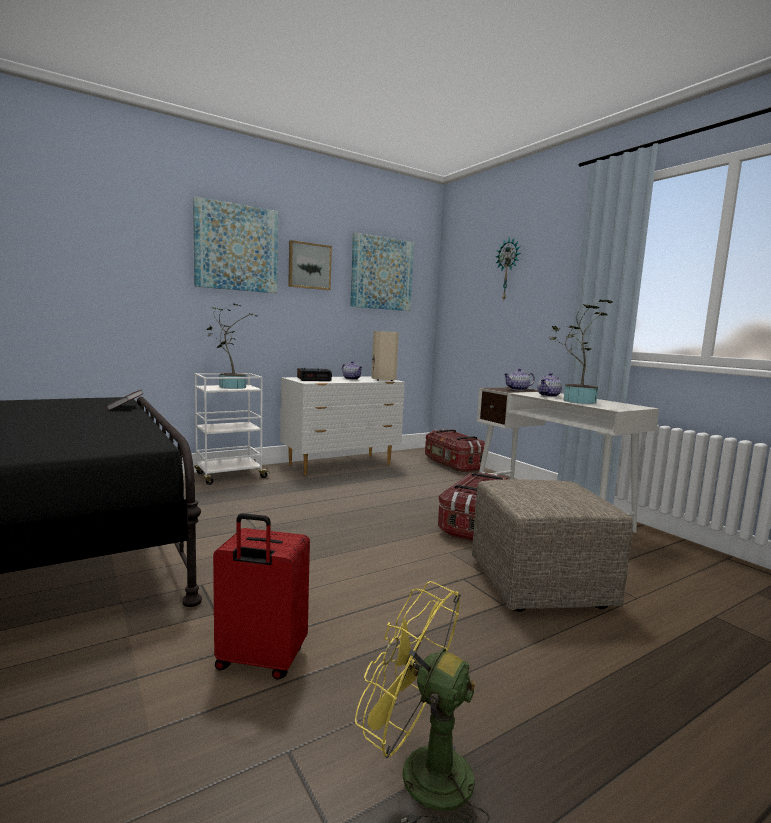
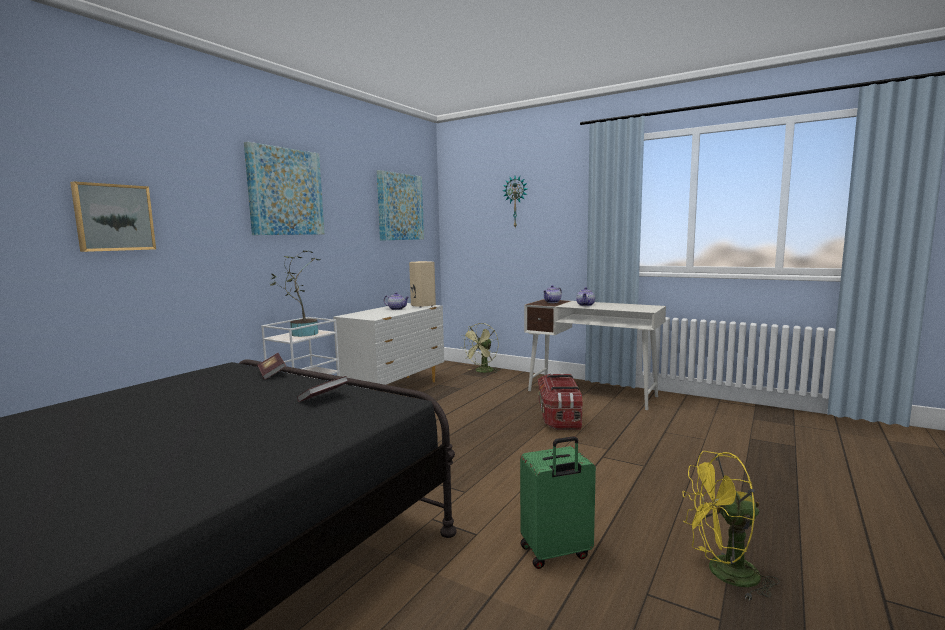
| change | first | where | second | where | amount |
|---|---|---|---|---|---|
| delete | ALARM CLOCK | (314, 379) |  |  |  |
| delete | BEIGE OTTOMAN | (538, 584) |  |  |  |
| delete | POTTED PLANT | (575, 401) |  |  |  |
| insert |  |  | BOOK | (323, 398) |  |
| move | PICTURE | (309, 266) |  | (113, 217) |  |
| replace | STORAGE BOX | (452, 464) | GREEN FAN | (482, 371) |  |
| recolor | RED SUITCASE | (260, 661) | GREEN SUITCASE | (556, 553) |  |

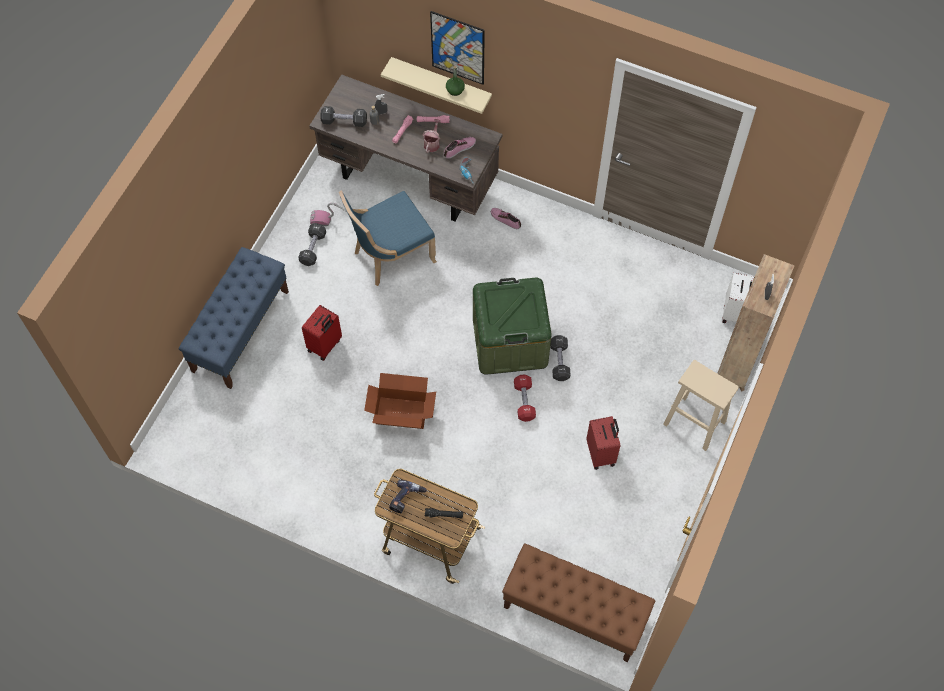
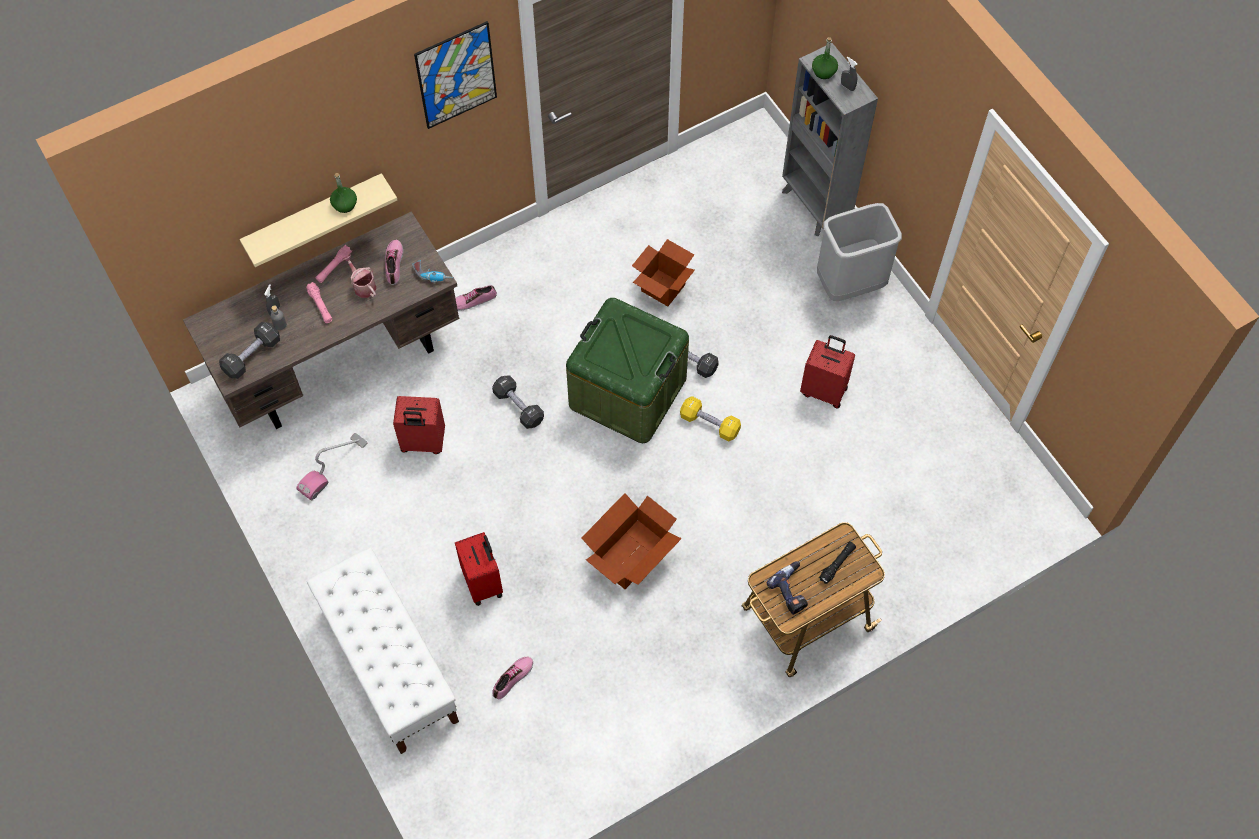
| change | first | where | second | where | amount |
|---|---|---|---|---|---|
| delete | BROWN BENCH | (574, 612) |  |  |  |
| delete | WHITE SUITCASE | (734, 312) |  |  |  |
| insert |  |  | SHOE | (513, 679) |  |
| insert |  |  | CARDBOARD BOX | (663, 288) |  |
| insert |  |  | GREEN BOTTLE | (823, 71) |  |
| move | BLACK DUMBBELL | (313, 248) |  | (518, 407) |  |
| move | PICTURE | (458, 48) |  | (456, 75) |  |
| replace | BLUE CHAIR | (390, 256) | RED SUITCASE | (423, 443) |  |
| replace | BEIGE STOOL | (693, 422) | GREY TRASH CAN | (850, 285) |  |
| recolor | BLUE BENCH | (240, 330) | WHITE BENCH | (389, 664) |  |
| recolor | RED DUMBBELL | (524, 401) | YELLOW DUMBBELL | (709, 423) |  |
| recolor | BROWN BOOKCASE | (736, 365) | GREY BOOKCASE | (815, 207) |  |

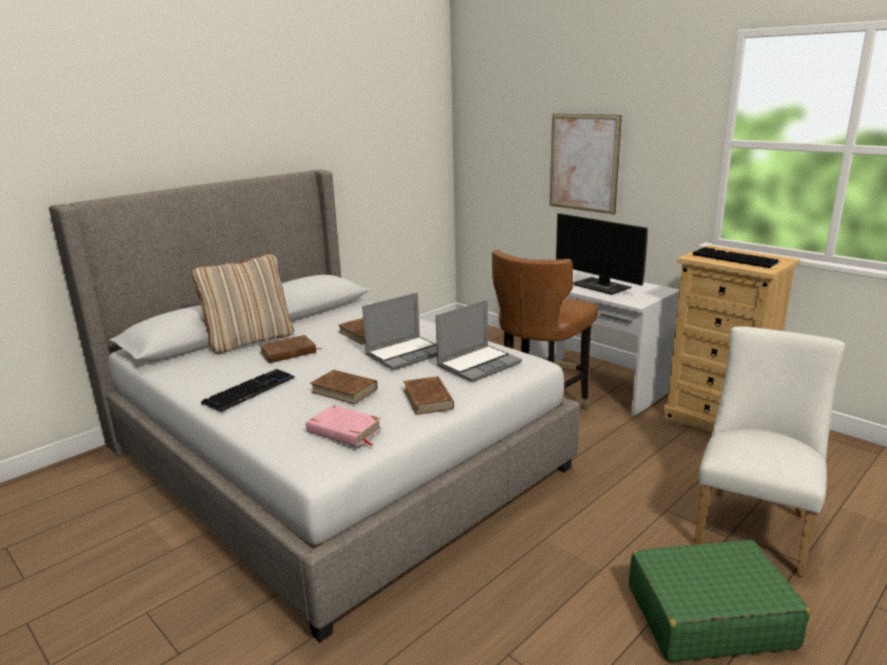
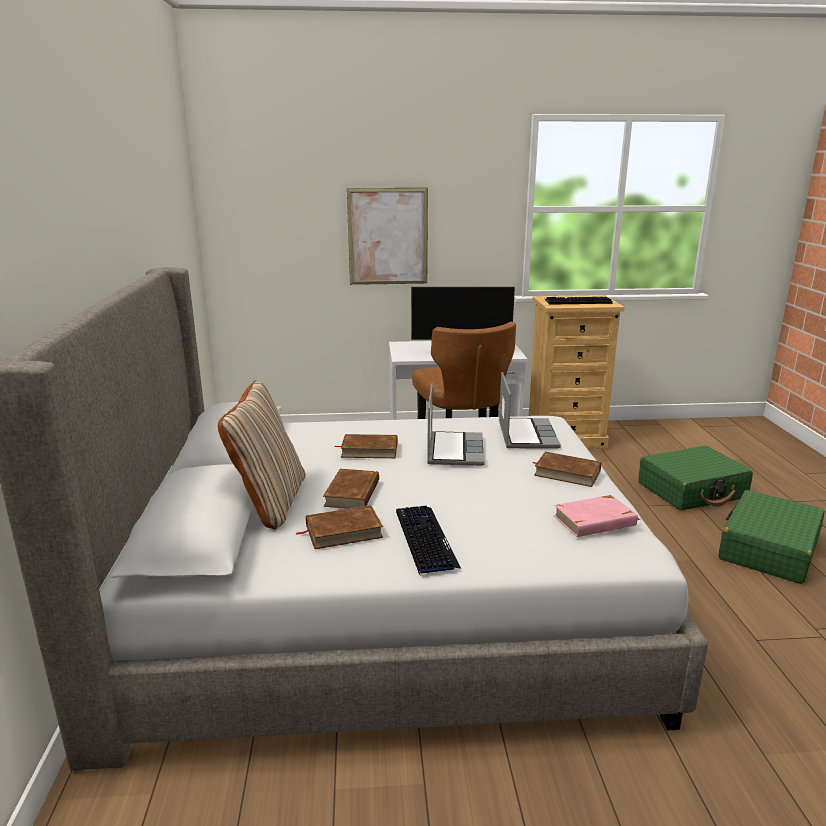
| change | first | where | second | where | amount |
|---|---|---|---|---|---|
| move | BROWN BOOK | (344, 390) |  | (343, 531) |  |
| replace | WHITE CHAIR | (753, 525) | GREEN SUITCASE | (692, 490) |  |

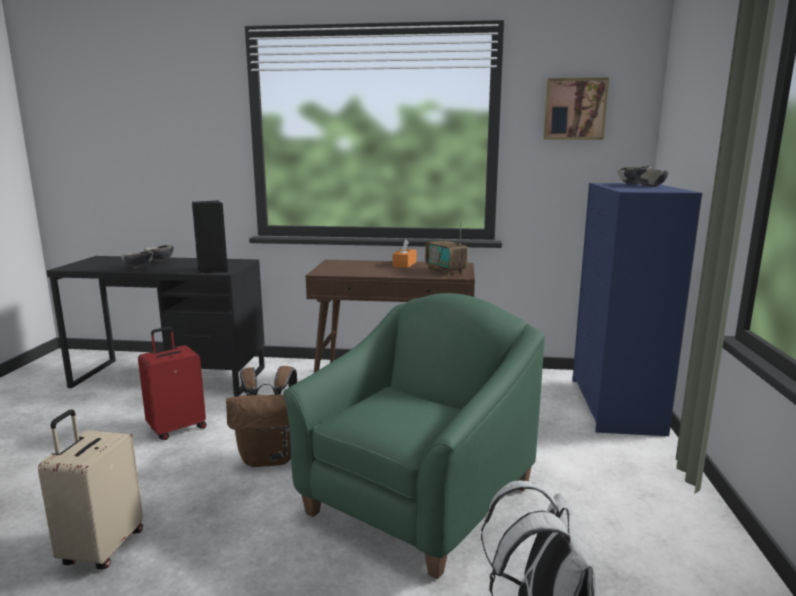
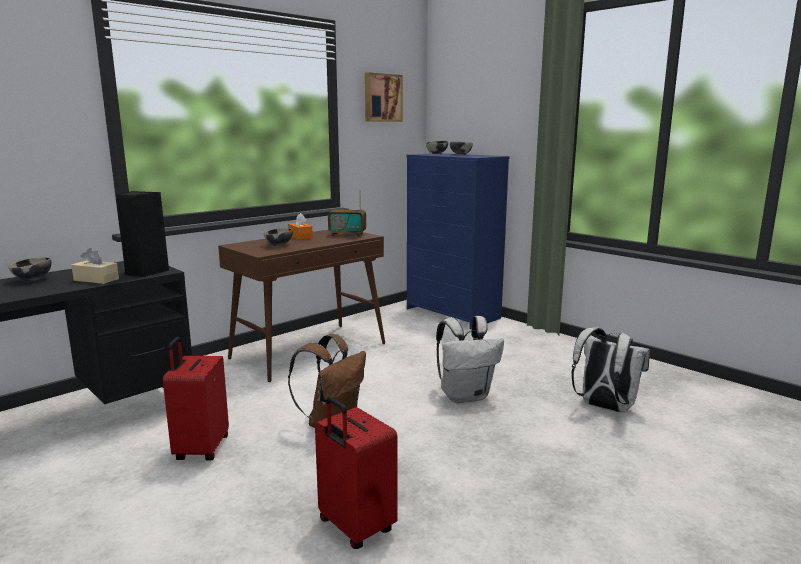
| change | first | where | second | where | amount |
|---|---|---|---|---|---|
| insert |  |  | BEIGE TISSUE BOX | (96, 279) |  |
| move | BOWL | (138, 268) |  | (279, 245) |  |
| replace | GREEN ARMCHAIR | (418, 500) | WHITE BACKPACK | (465, 396) |  |
| recolor | BEIGE SUITCASE | (101, 548) | RED SUITCASE | (354, 527) |  |

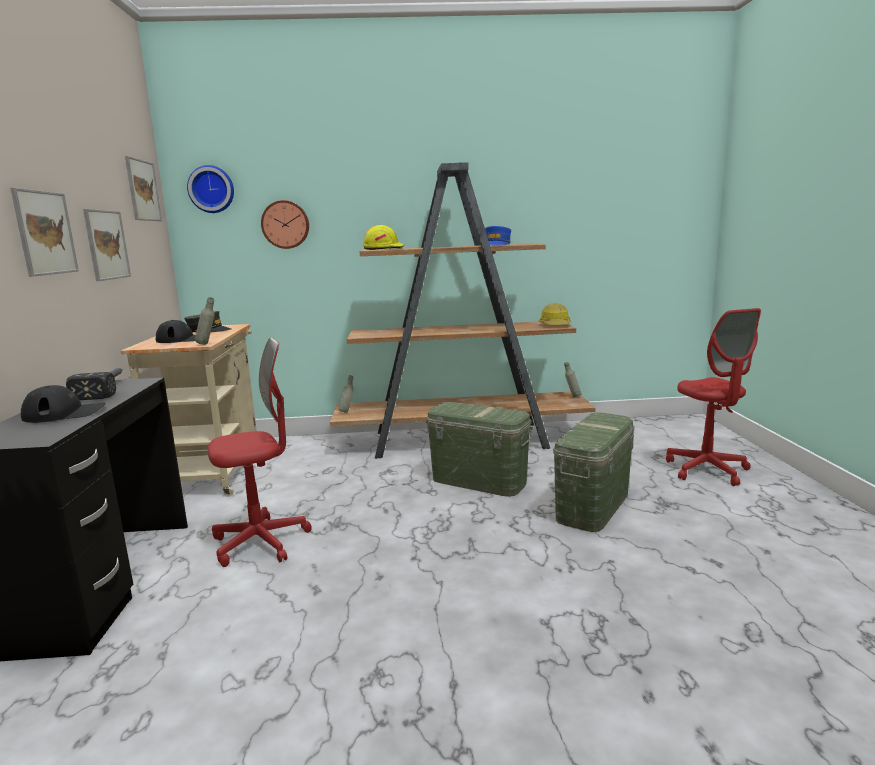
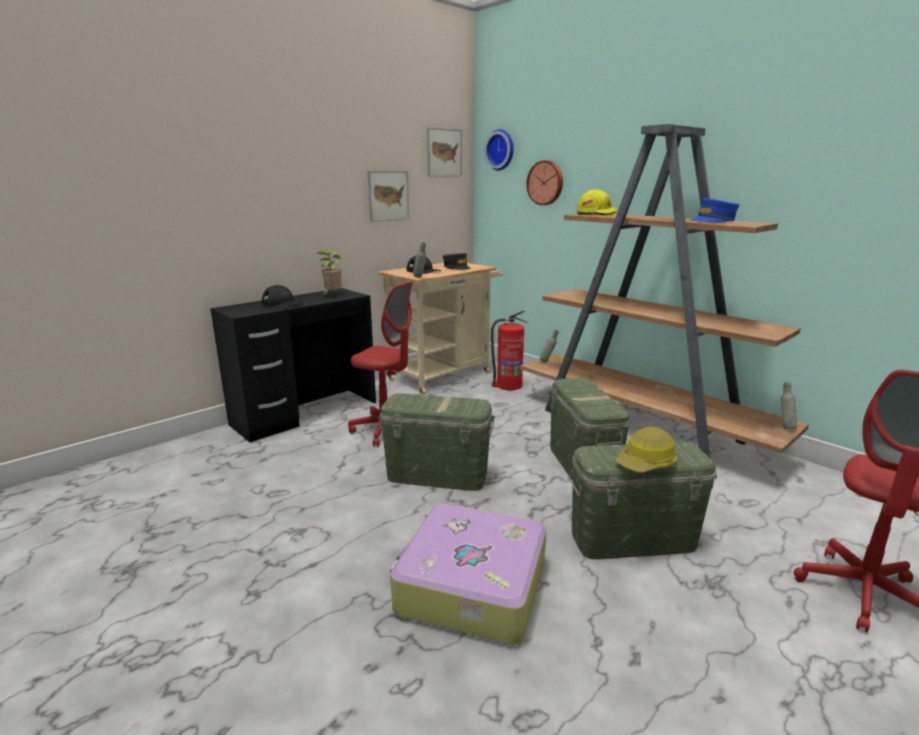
| change | first | where | second | where | amount |
|---|---|---|---|---|---|
| delete | PICTURE | (45, 233) |  |  |  |
| insert |  |  | GREEN STORAGE BOX | (437, 475) |  |
| insert |  |  | SUITCASE | (470, 586) |  |
| insert |  |  | FIRE EXTINGUISHER | (508, 385) |  |
| move | HARD HAT | (555, 325) |  | (646, 463) |  |
| replace | HAMMER | (106, 389) | POTTED PLANT | (332, 295) |  |

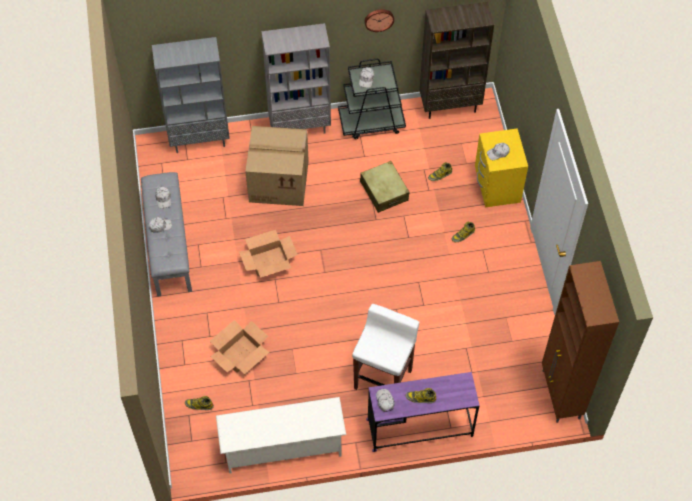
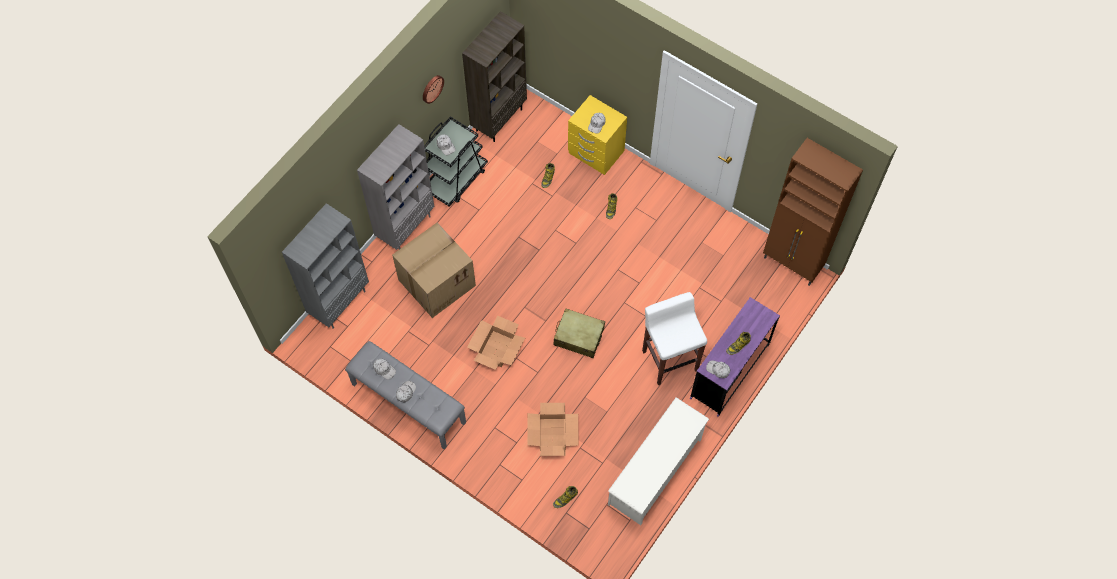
| change | first | where | second | where | amount |
|---|---|---|---|---|---|
| move | BEIGE SUITCASE | (384, 191) |  | (578, 336) |  |

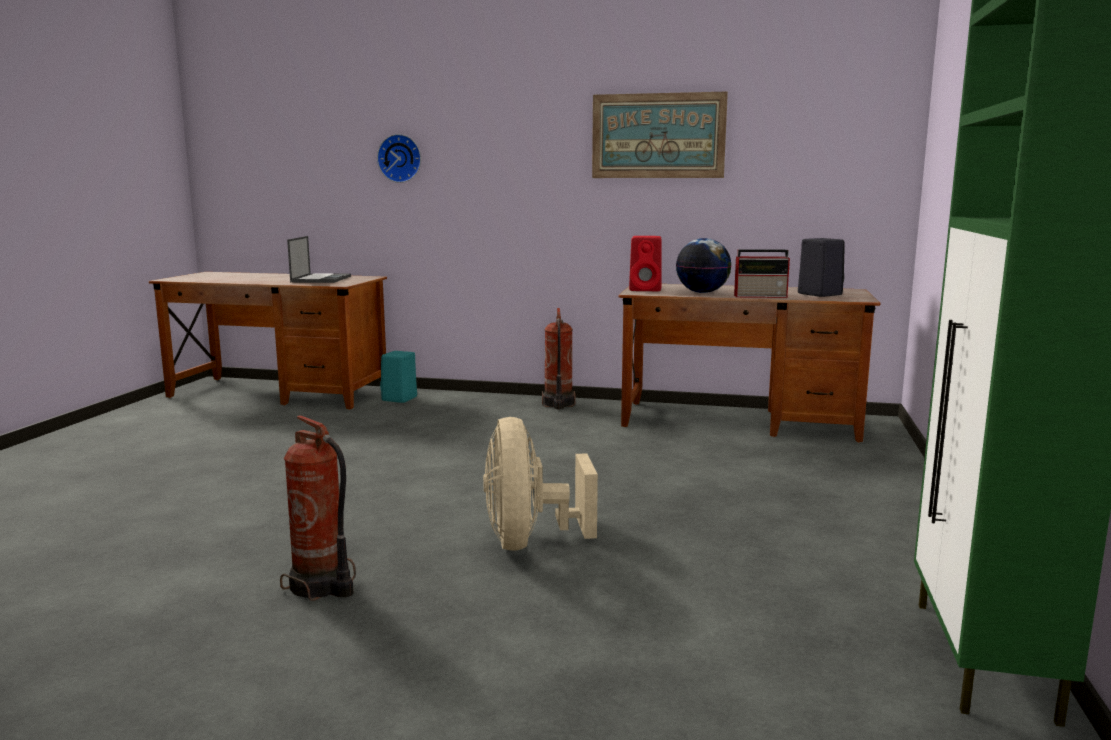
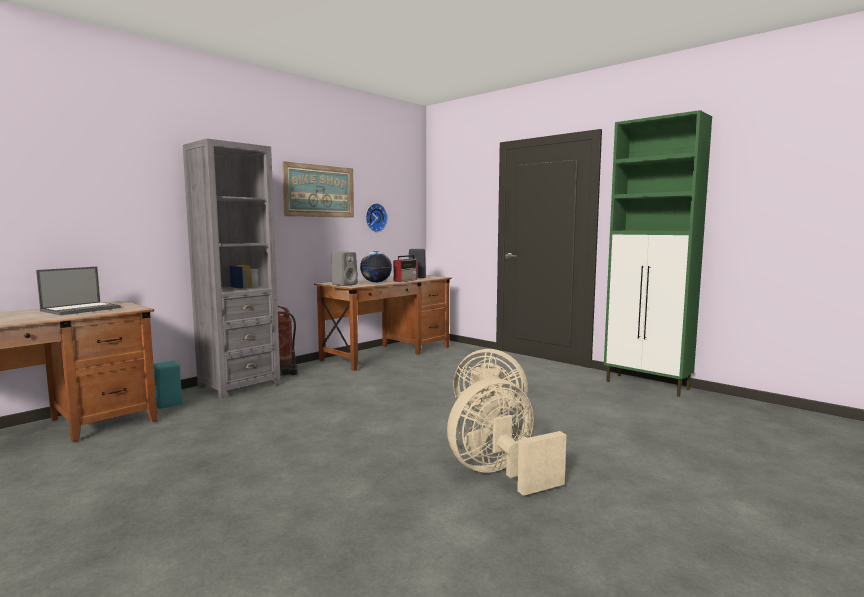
| change | first | where | second | where | amount |
|---|---|---|---|---|---|
| insert |  |  | GREY BOOKCASE | (239, 386) |  |
| move | WALL CLOCK | (400, 158) |  | (375, 217) |  |
| replace | FIRE EXTINGUISHER | (321, 587) | BEIGE FAN | (500, 474) |  |
| recolor | RED SPEAKER | (646, 289) | GREY SPEAKER | (345, 284) |  |
| rotate | LAPTOP | (321, 279) |  | (82, 309) | 90 degrees clockwise |

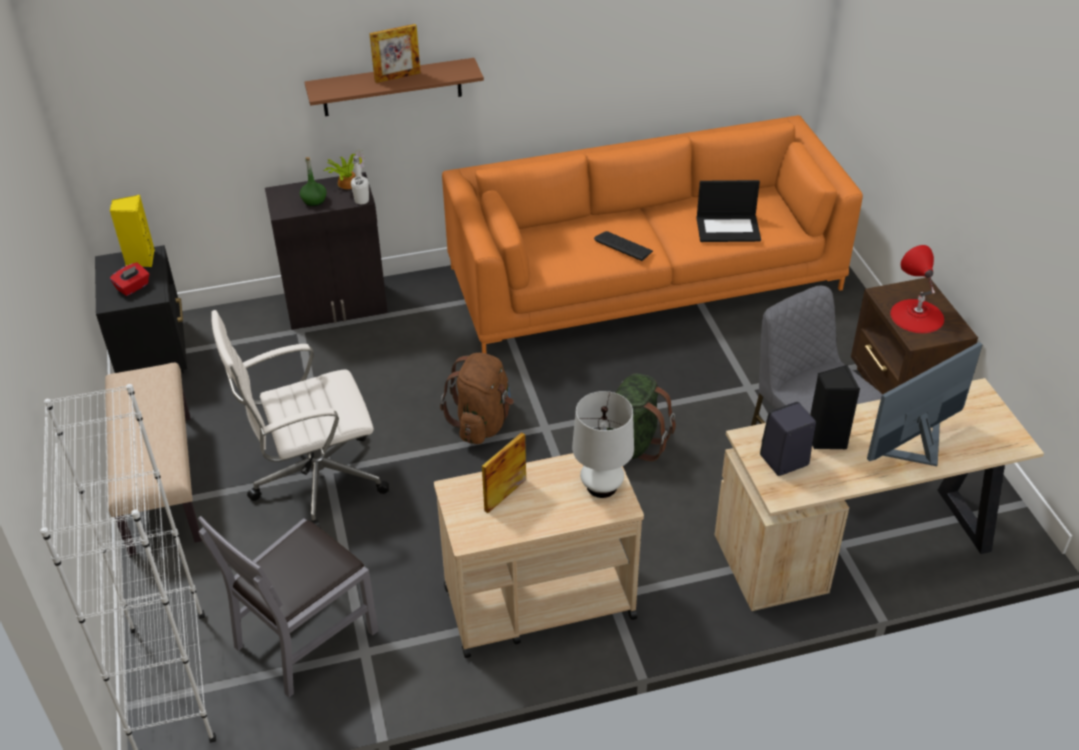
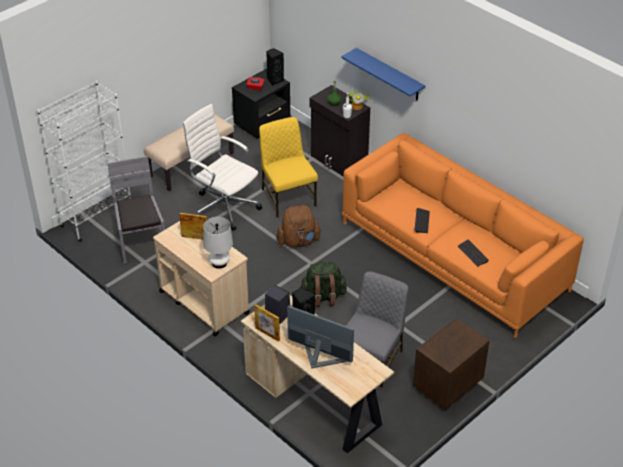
| change | first | where | second | where | amount |
|---|---|---|---|---|---|
| delete | RED TABLE LAMP | (916, 316) |  |  |  |
| insert |  |  | YELLOW CHAIR | (287, 197) |  |
| move | PICTURE FRAME | (397, 77) |  | (267, 334) |  |
| replace | LAPTOP | (728, 228) | KEYBOARD | (472, 253) |  |
| recolor | YELLOW SPEAKER | (140, 259) | BLACK SPEAKER | (274, 80) |  |
| recolor | BROWN SHELF | (392, 87) | BLUE SHELF | (389, 75) |  |
| rotate | GREY CHAIR | (305, 637) |  | (141, 242) | 60 degrees clockwise |

